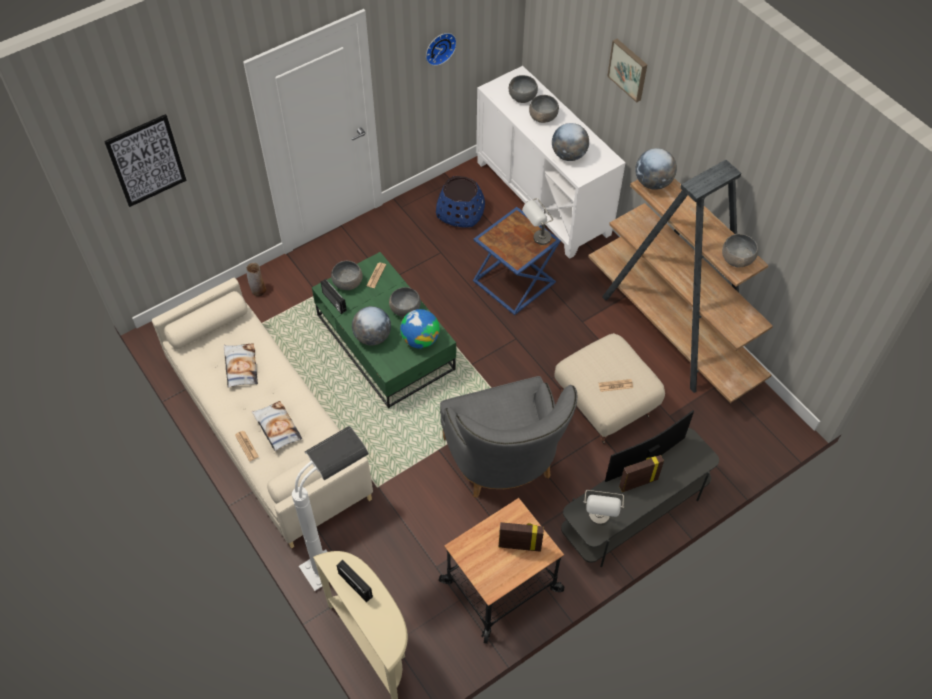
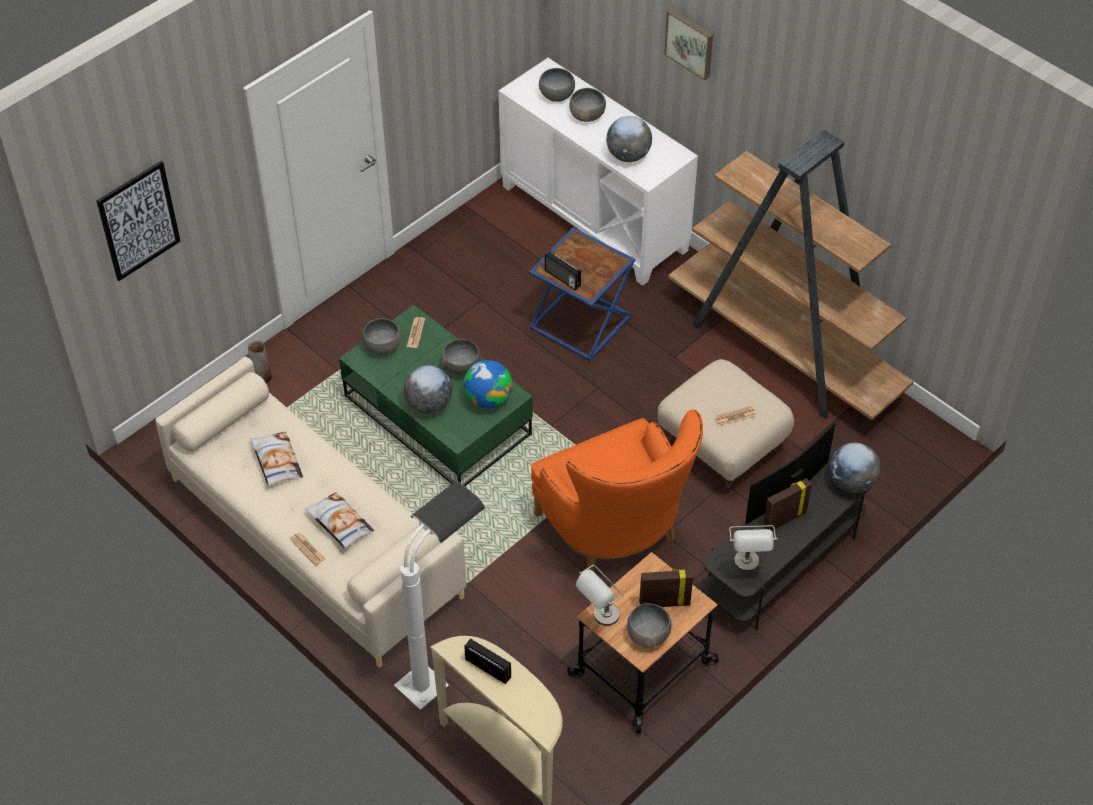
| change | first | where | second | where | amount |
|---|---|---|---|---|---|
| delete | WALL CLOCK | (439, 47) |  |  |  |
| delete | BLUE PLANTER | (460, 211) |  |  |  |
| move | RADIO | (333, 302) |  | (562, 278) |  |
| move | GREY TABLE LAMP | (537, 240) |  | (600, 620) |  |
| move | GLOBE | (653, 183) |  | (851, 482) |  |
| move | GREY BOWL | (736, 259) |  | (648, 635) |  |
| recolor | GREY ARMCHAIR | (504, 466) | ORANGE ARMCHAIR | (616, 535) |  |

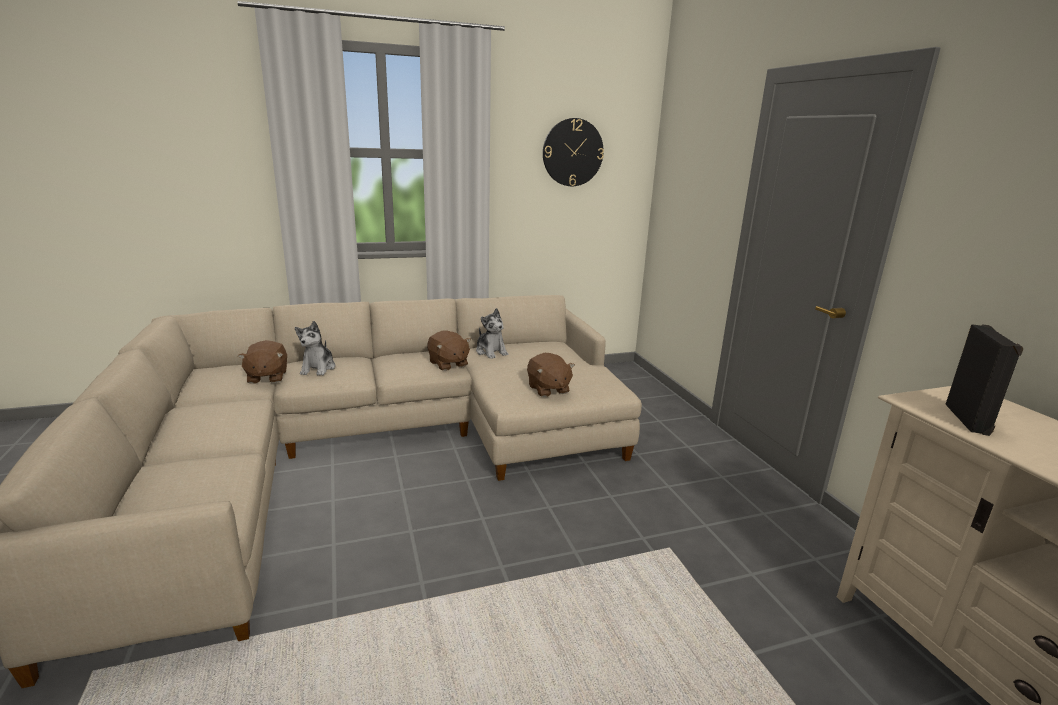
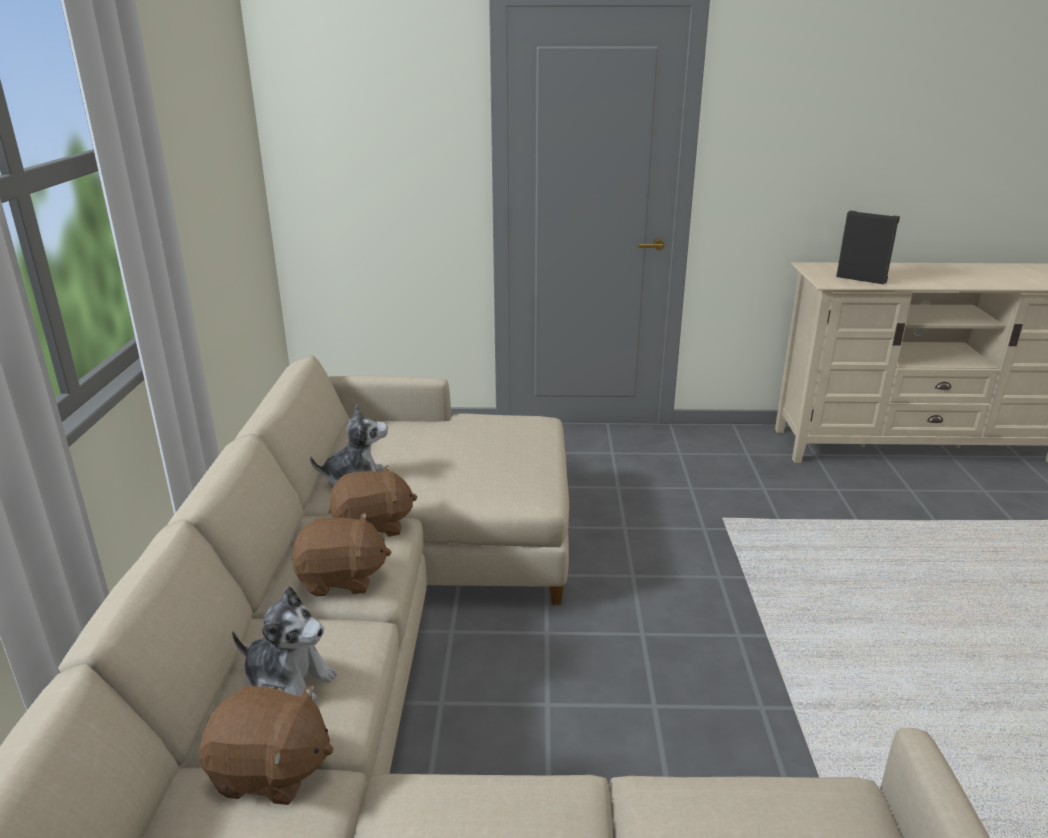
| change | first | where | second | where | amount |
|---|---|---|---|---|---|
| delete | WALL CLOCK | (572, 152) |  |  |  |
| move | BROWN PLUSH TOY | (548, 389) |  | (341, 579) |  |

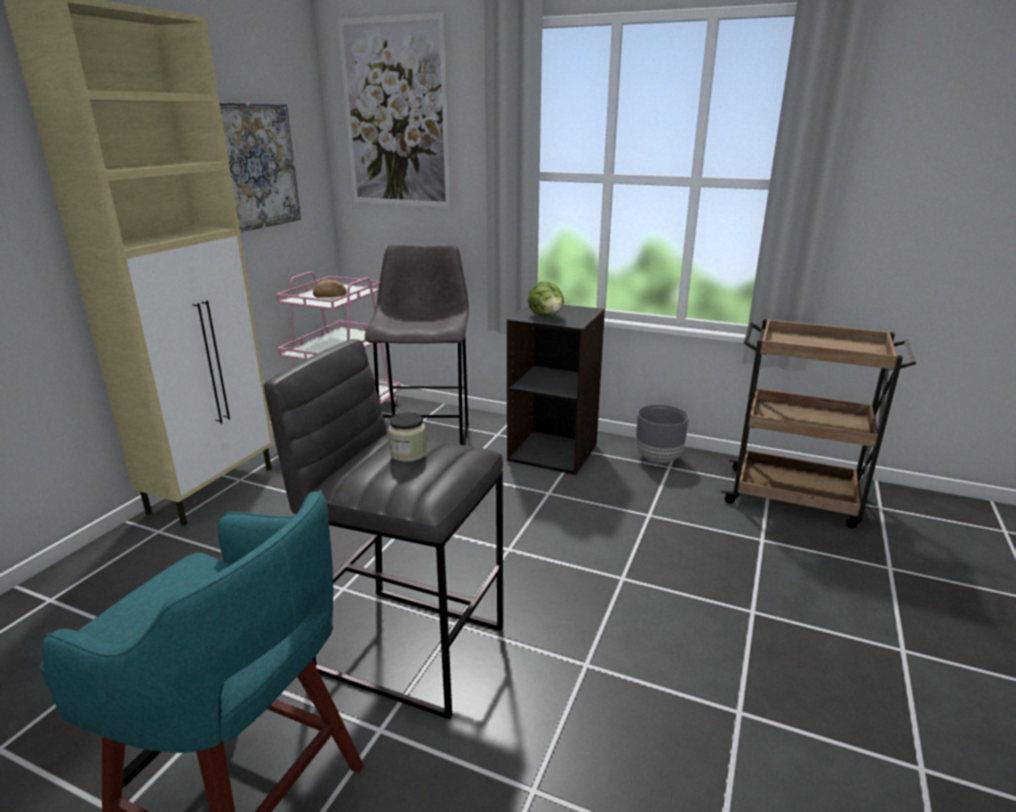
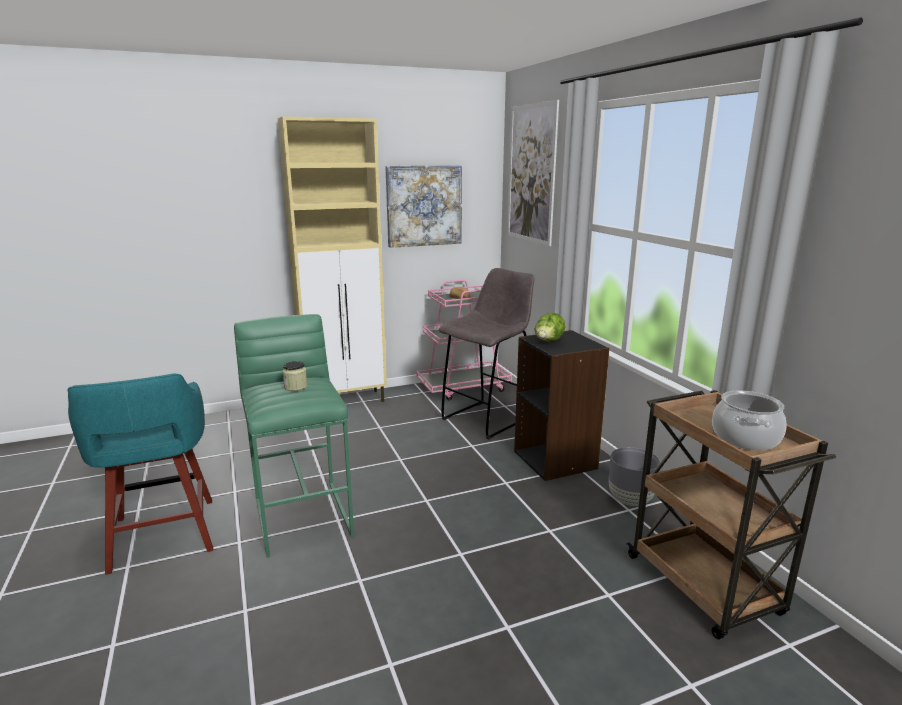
| change | first | where | second | where | amount |
|---|---|---|---|---|---|
| insert |  |  | COOKING POT | (744, 438) |  |
| recolor | GREY STOOL | (409, 646) | GREEN STOOL | (304, 516) |  |

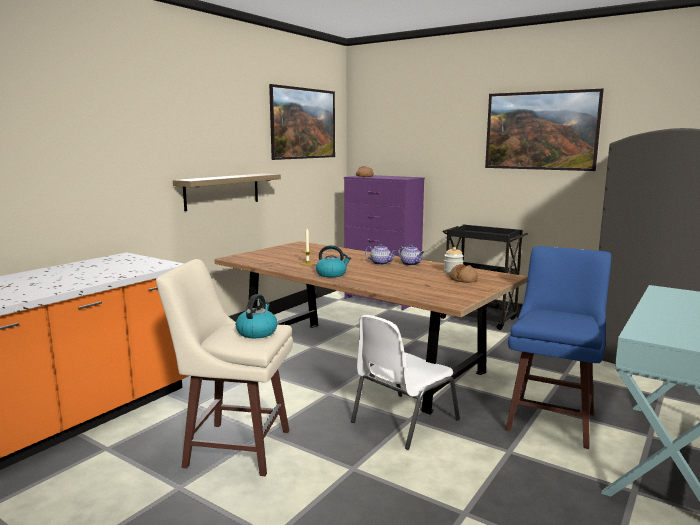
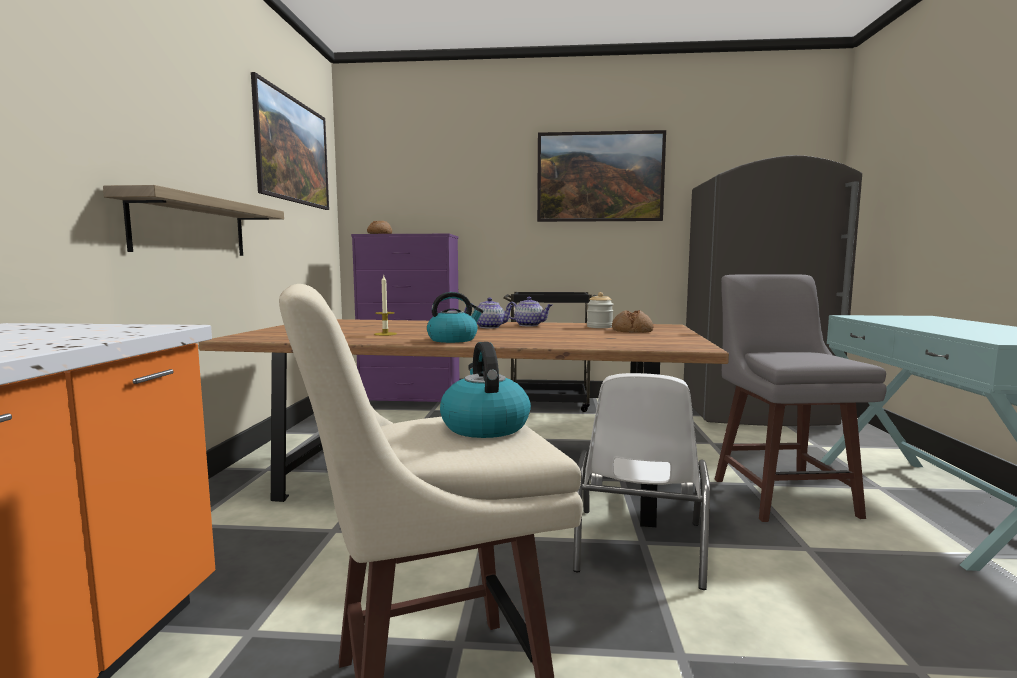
| change | first | where | second | where | amount |
|---|---|---|---|---|---|
| recolor | BLUE STOOL | (552, 420) | GREY STOOL | (782, 496) |  |

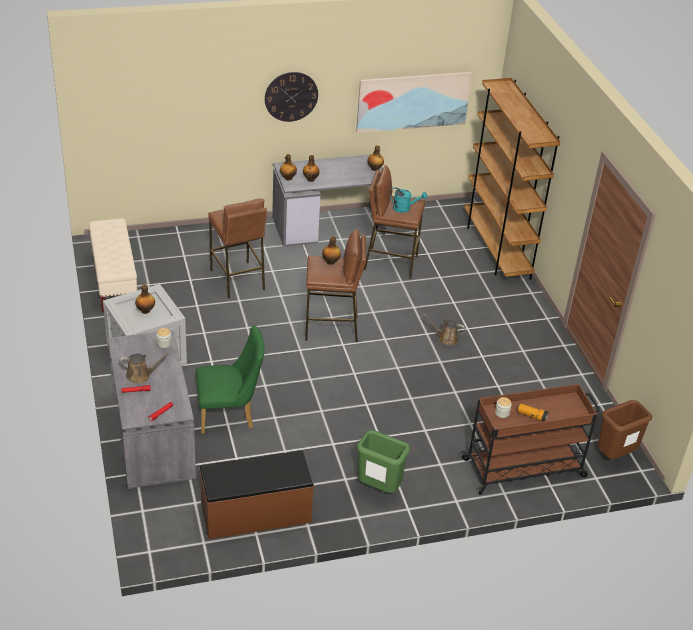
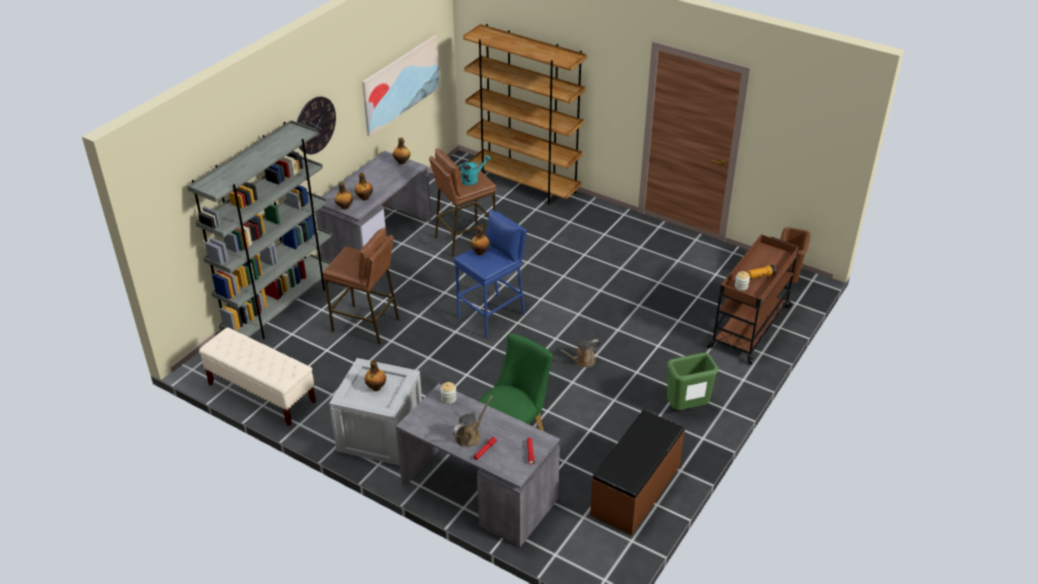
| change | first | where | second | where | amount |
|---|---|---|---|---|---|
| insert |  |  | GREY BOOKCASE | (281, 307) |  |
| move | BROWN WATERING CAN | (445, 339) |  | (582, 361) |  |
| recolor | BROWN STOOL | (332, 328) | BLUE STOOL | (492, 315) |  |

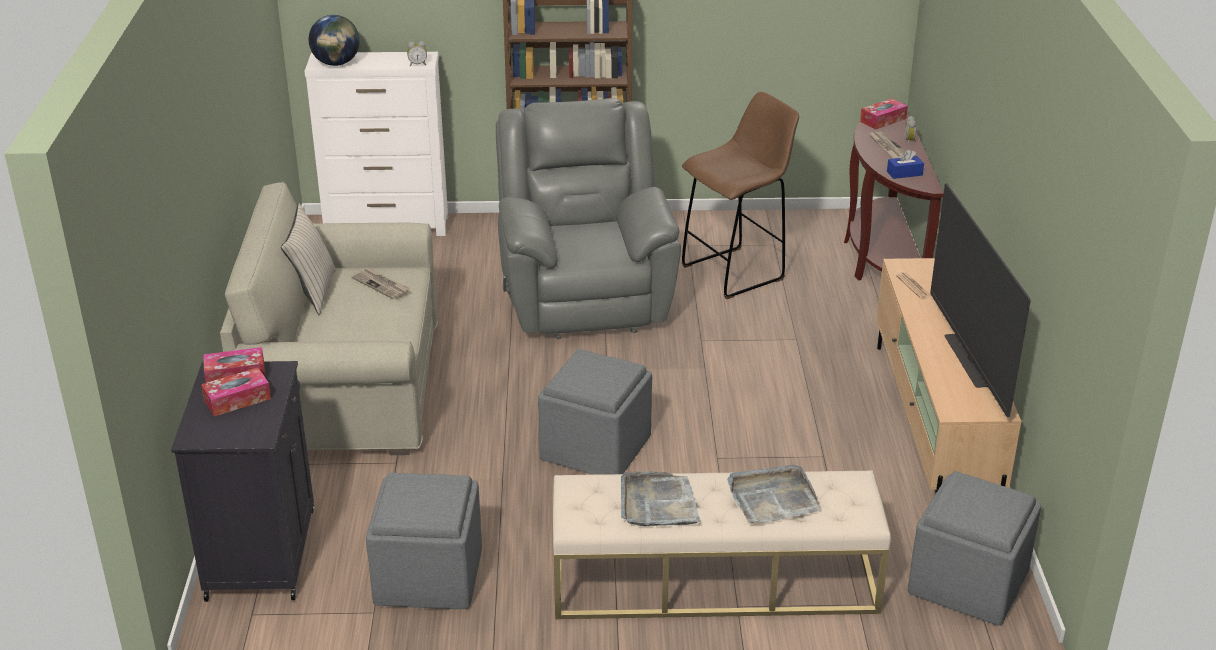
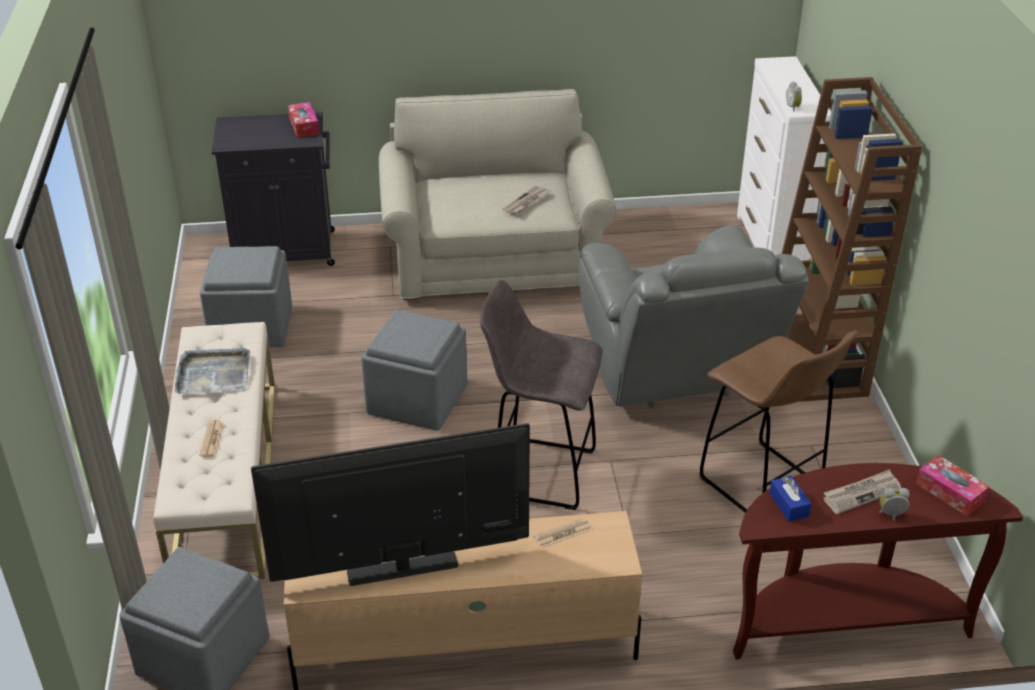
| change | first | where | second | where | amount |
|---|---|---|---|---|---|
| delete | TISSUE BOX | (237, 399) |  |  |  |
| delete | BEIGE PILLOW | (313, 292) |  |  |  |
| delete | GLOBE | (336, 63) |  |  |  |
| insert |  |  | GREY STOOL | (540, 472) |  |
| replace | GREY TRAY | (772, 498) | NEWSPAPER | (211, 439) |  |
| rotate | GREY ARMCHAIR | (584, 295) |  | (678, 376) | 90 degrees clockwise |

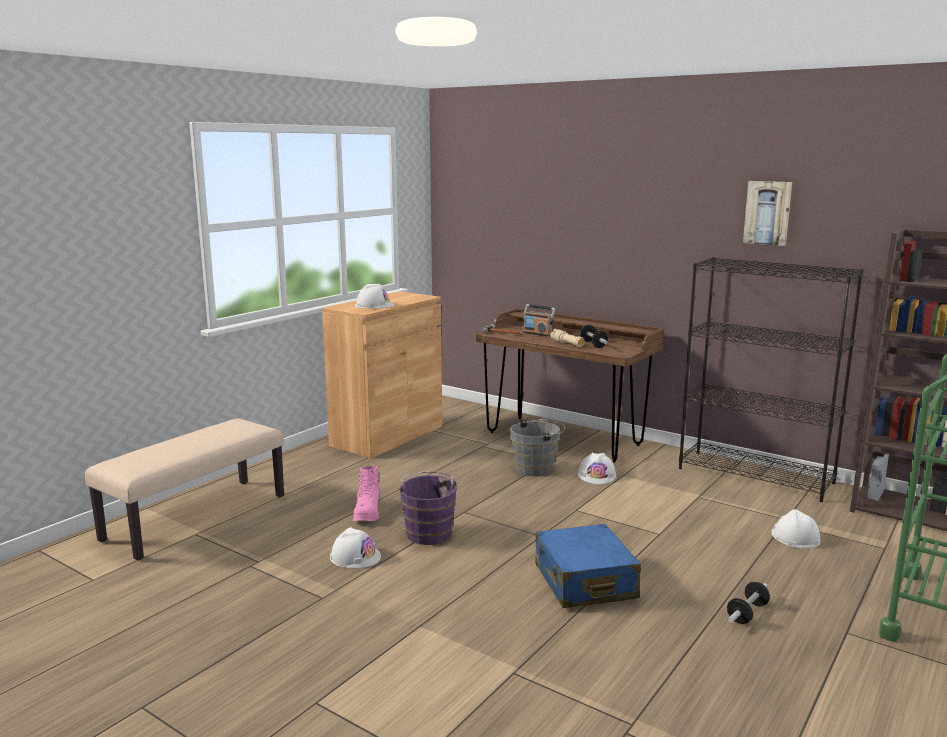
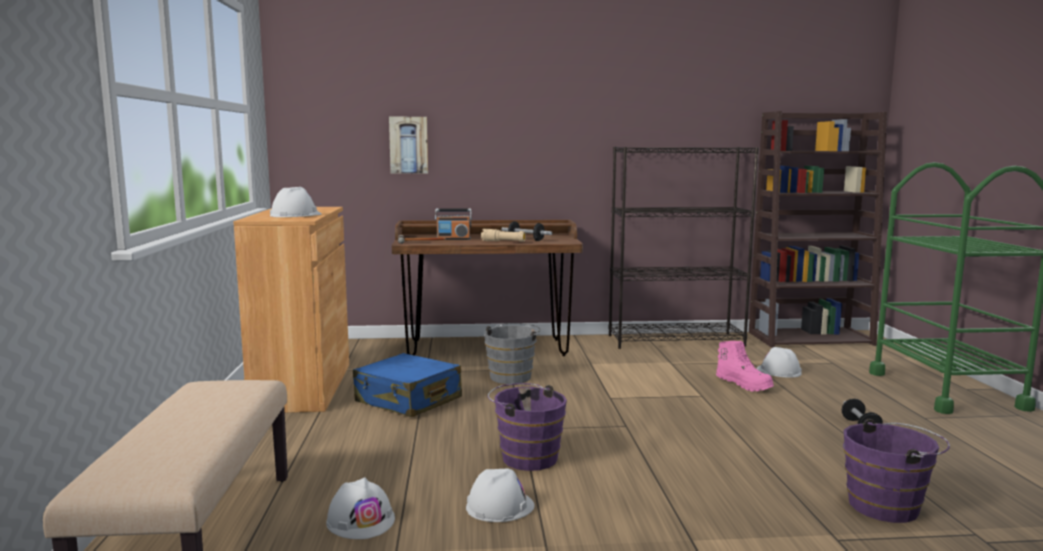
| change | first | where | second | where | amount |
|---|---|---|---|---|---|
| insert |  |  | PURPLE BUCKET | (889, 506) |  |
| move | PINK BOOT | (368, 512) |  | (744, 385) |  |
| move | BLUE SUITCASE | (584, 582) |  | (408, 400) |  |
| move | WHITE HARD HAT | (597, 475) |  | (361, 520) |  |
| move | PICTURE | (767, 212) |  | (409, 145) |  |

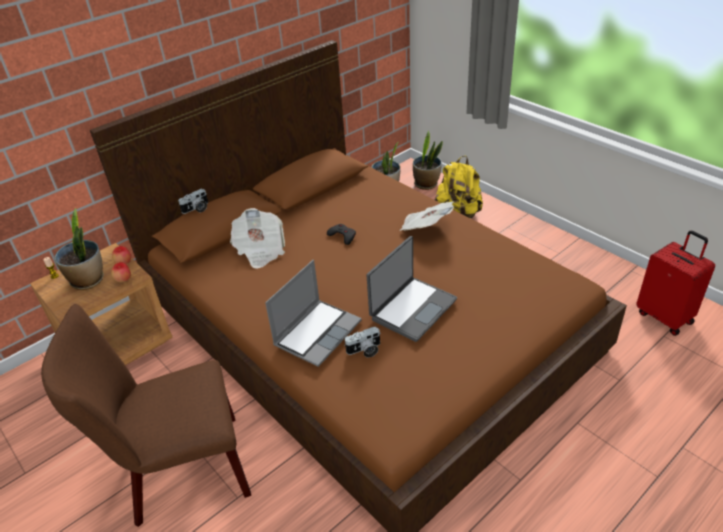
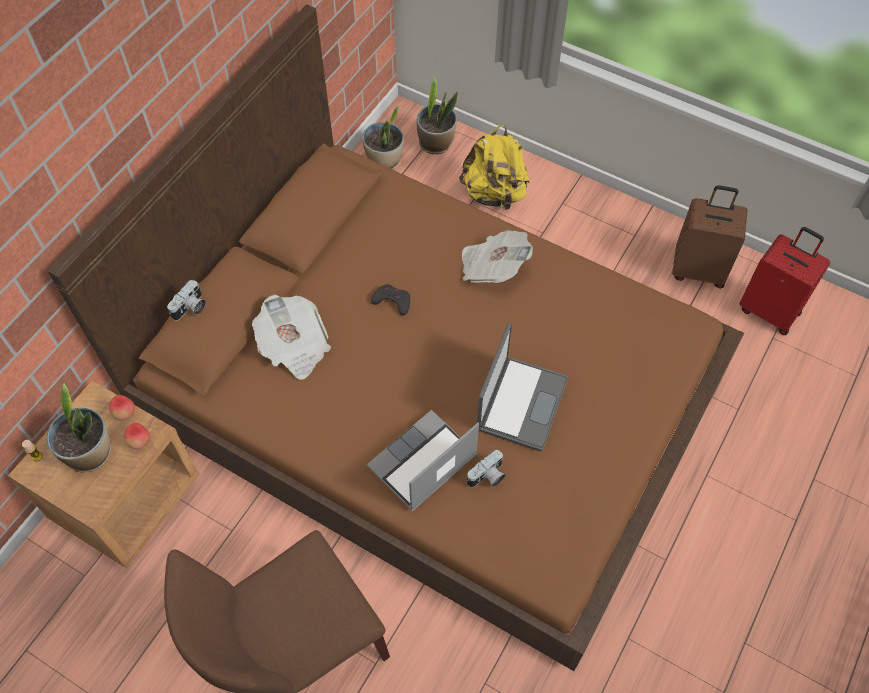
| change | first | where | second | where | amount |
|---|---|---|---|---|---|
| insert |  |  | BROWN SUITCASE | (698, 269) |  |
| rotate | LAPTOP | (317, 332) |  | (422, 463) | 150 degrees counterclockwise |

